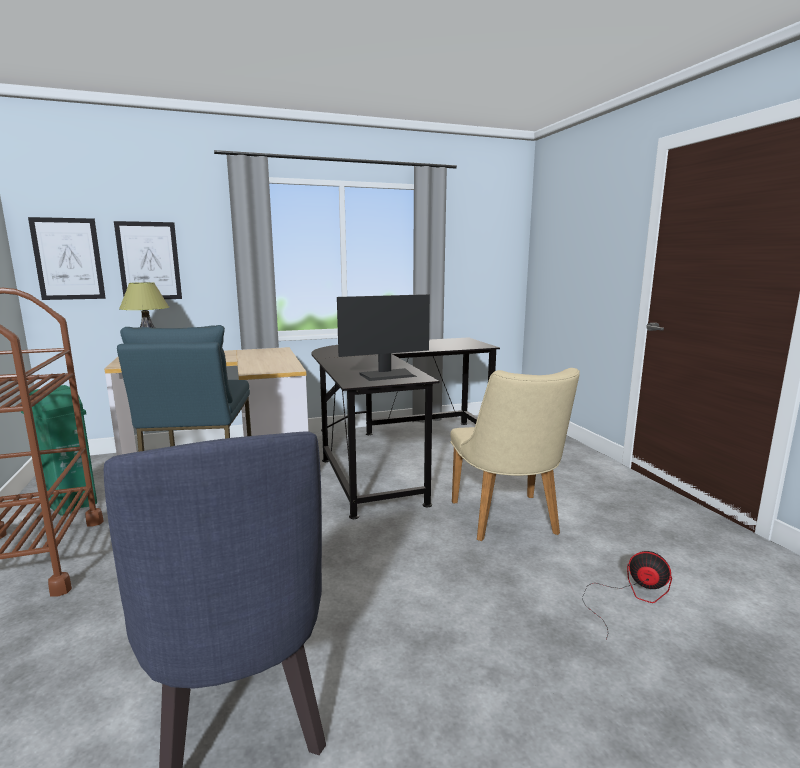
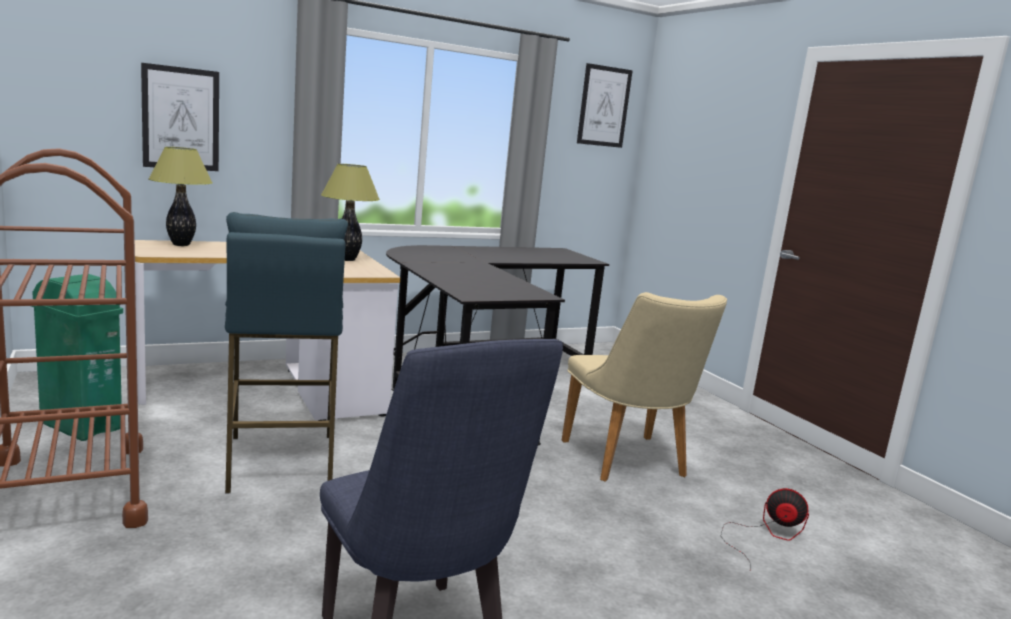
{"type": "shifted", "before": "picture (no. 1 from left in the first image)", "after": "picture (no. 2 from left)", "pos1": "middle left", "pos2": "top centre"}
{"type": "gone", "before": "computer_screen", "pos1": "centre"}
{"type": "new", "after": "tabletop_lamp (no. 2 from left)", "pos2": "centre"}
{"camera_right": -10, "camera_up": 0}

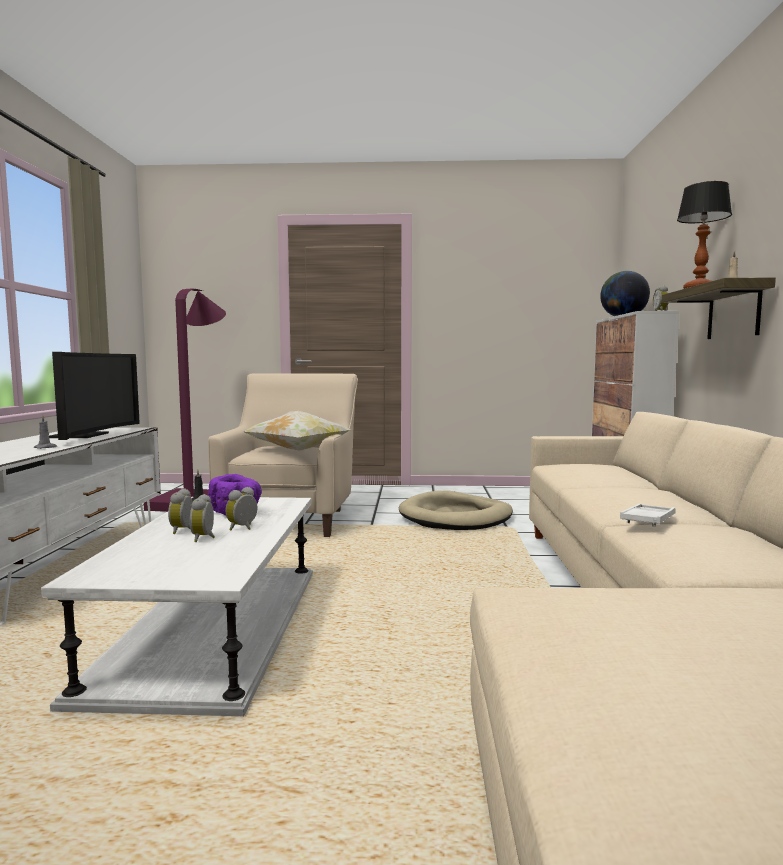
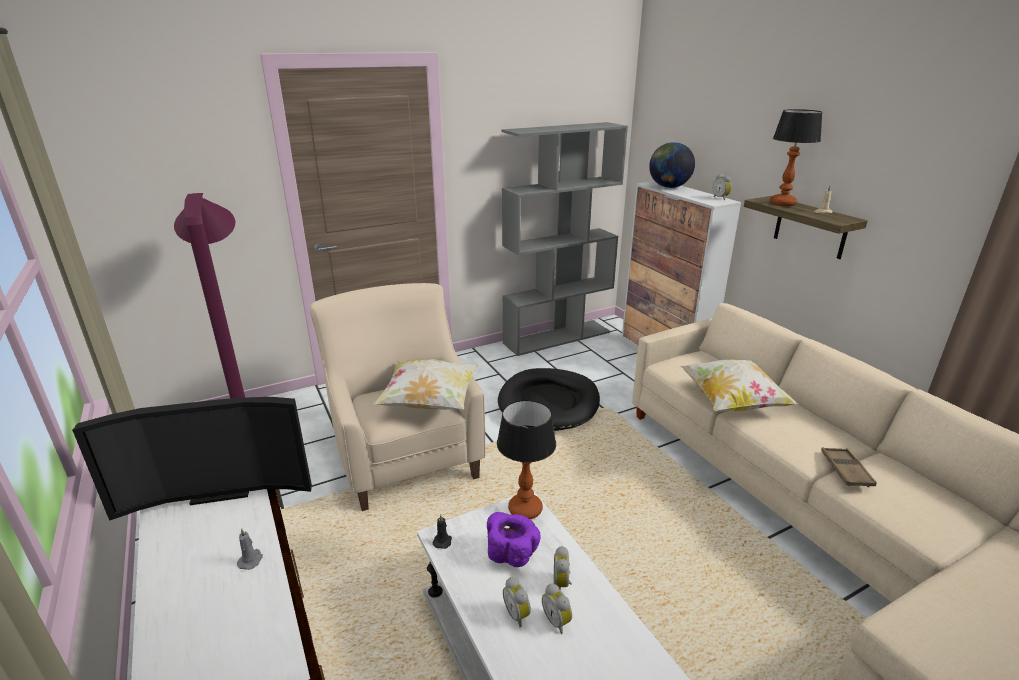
{"type": "rotated", "before": "television", "pos1": "middle left", "pos2": "bottom left", "turn": 105}
{"type": "repainted", "before": "beige-coloured_pet_bed", "after": "black_pet_bed", "pos1": "centre", "pos2": "centre"}
{"type": "repainted", "before": "white-coloured_serving_tray", "after": "brownish_serving_tray", "pos1": "middle right", "pos2": "bottom right"}
{"type": "new", "after": "tabletop_lamp (no. 1 from left)", "pos2": "bottom centre"}
{"type": "new", "after": "gray_bookshelf", "pos2": "centre"}
{"type": "new", "after": "throw_pillow (no. 2 from left)", "pos2": "middle right"}
{"camera_right": -30, "camera_up": 20}

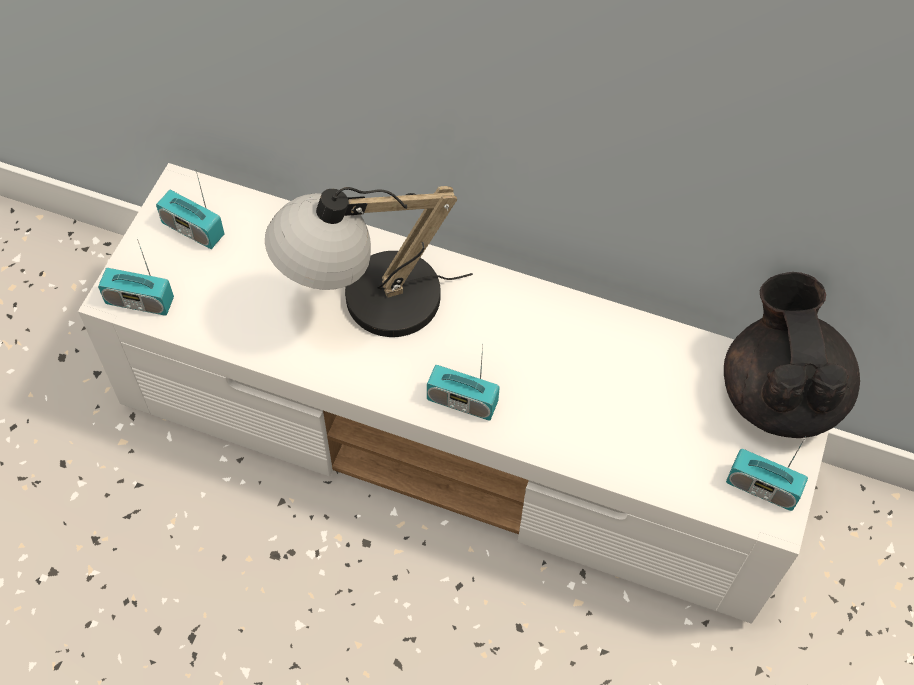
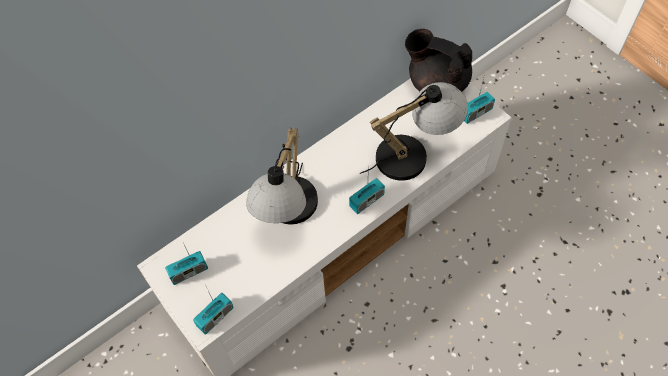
{"type": "new", "after": "tabletop_lamp (no. 2 from left)", "pos2": "centre"}
{"camera_right": -55, "camera_up": 0}

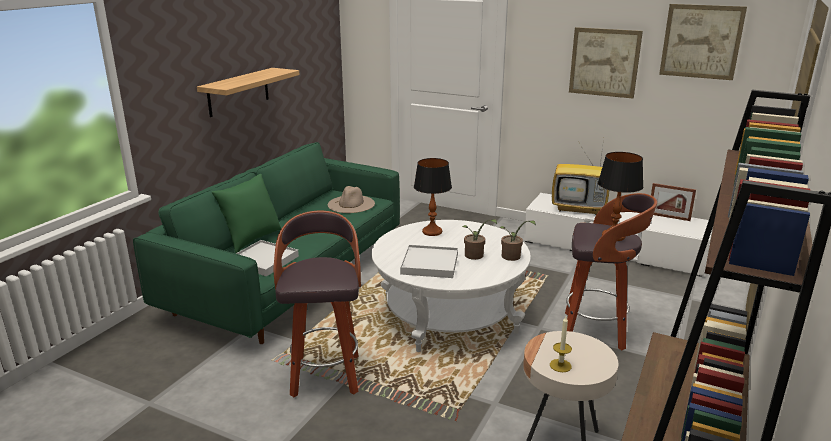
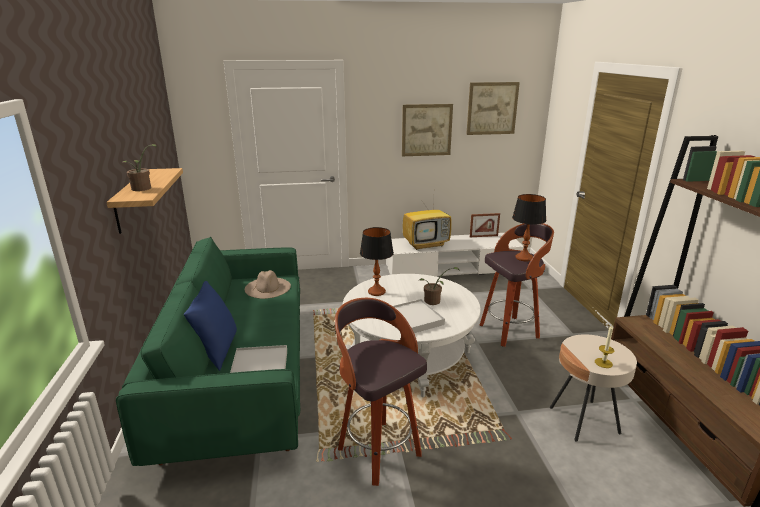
{"type": "repainted", "before": "greenish_throw_pillow", "after": "bluish_throw_pillow", "pos1": "middle left", "pos2": "middle left"}
{"type": "shifted", "before": "potted_plant (no. 2 from left in the first image)", "after": "potted_plant (no. 1 from left)", "pos1": "centre", "pos2": "top left"}
{"camera_right": -35, "camera_up": 0}

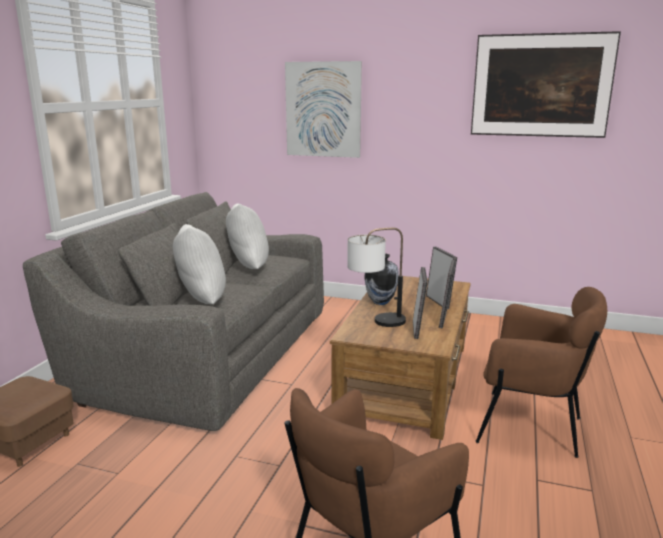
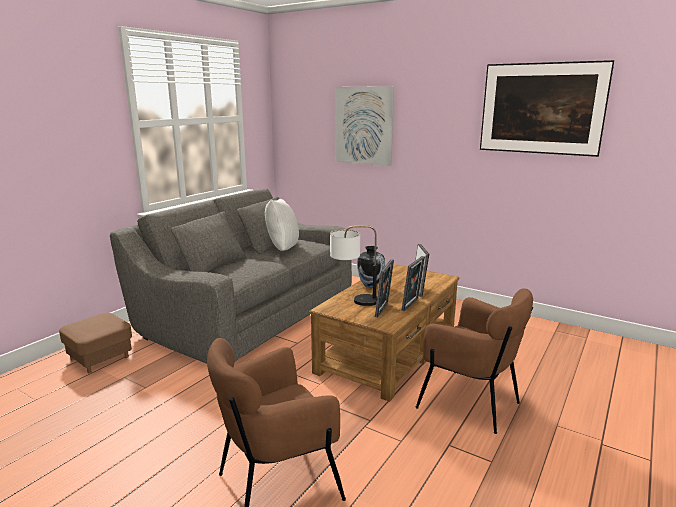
{"type": "gone", "before": "white-coloured_throw_pillow (no. 1 from left)", "pos1": "middle left"}
{"camera_right": 15, "camera_up": 0}

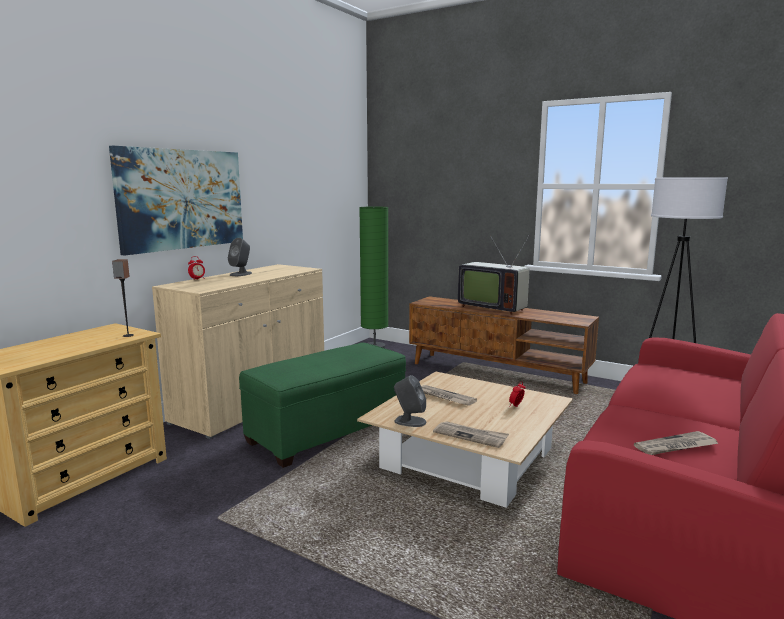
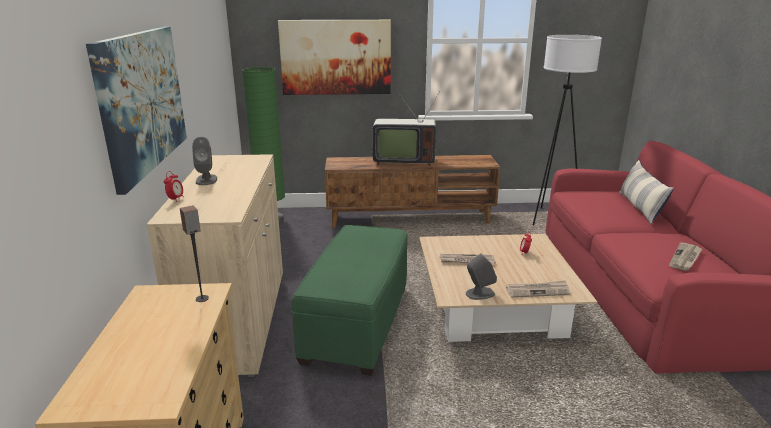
{"type": "new", "after": "picture (no. 2 from left)", "pos2": "top centre"}
{"type": "new", "after": "throw_pillow", "pos2": "middle right"}
{"camera_right": -35, "camera_up": 10}

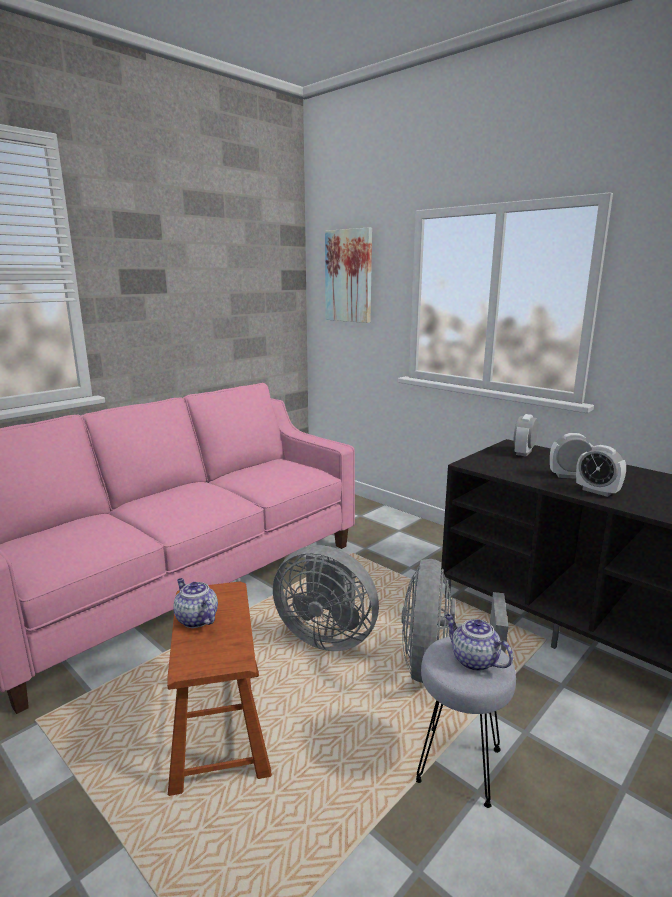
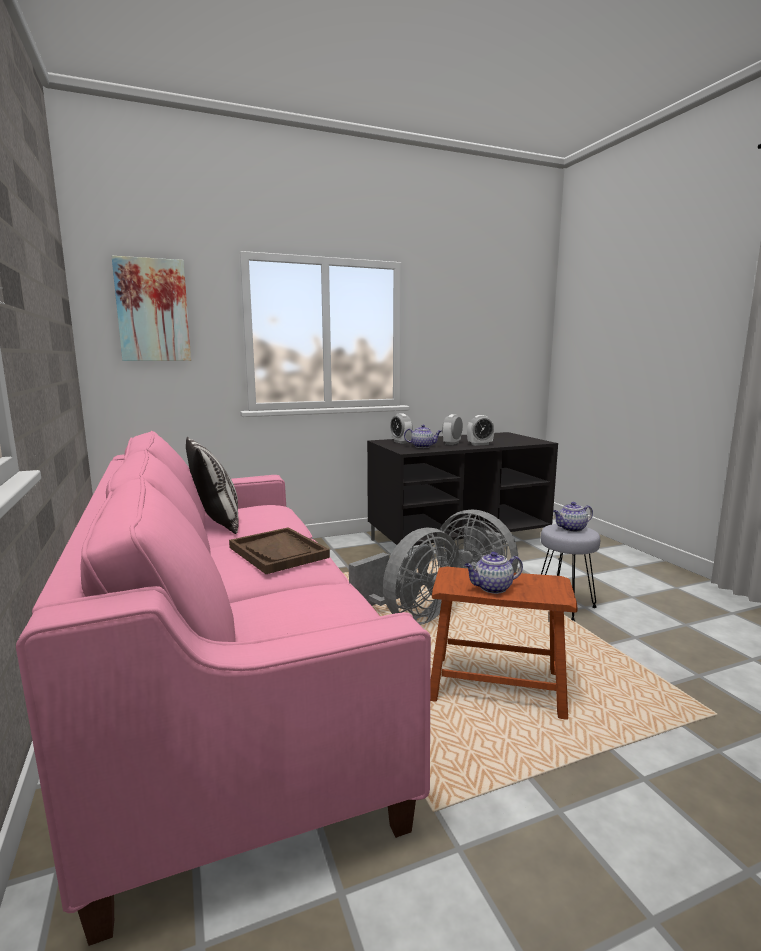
{"type": "new", "after": "throw_pillow", "pos2": "middle left"}
{"type": "new", "after": "brownish_serving_tray", "pos2": "centre"}
{"type": "new", "after": "teapot (no. 1 from left)", "pos2": "centre"}
{"camera_right": -65, "camera_up": -5}

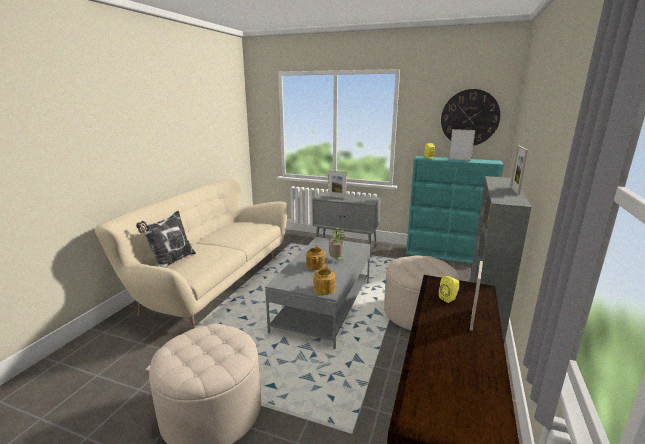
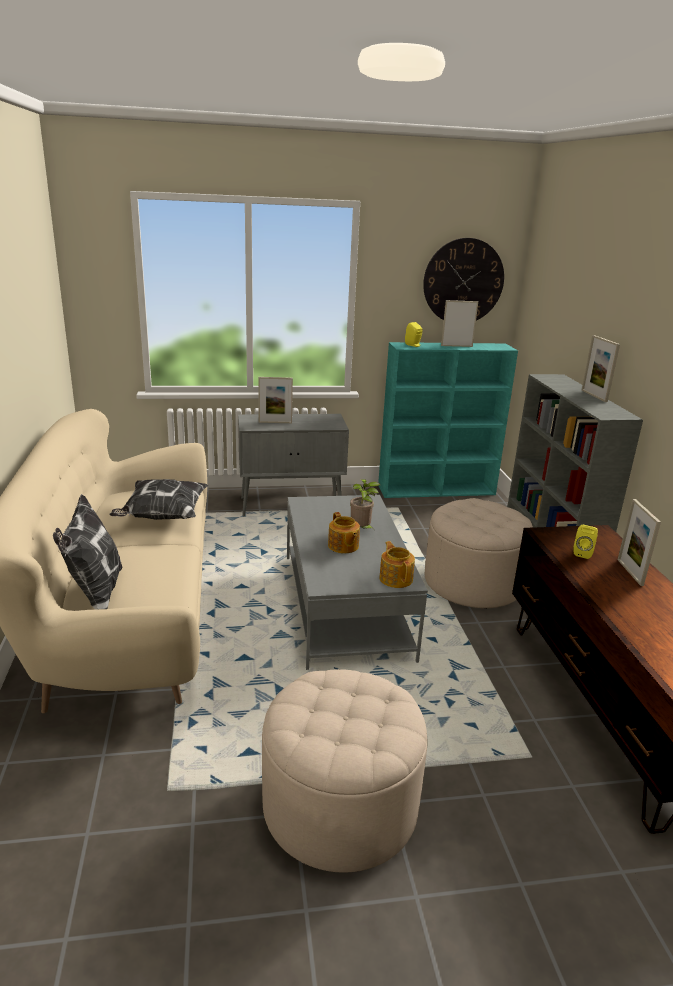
{"type": "new", "after": "throw_pillow (no. 2 from left)", "pos2": "middle left"}
{"camera_right": -30, "camera_up": 5}

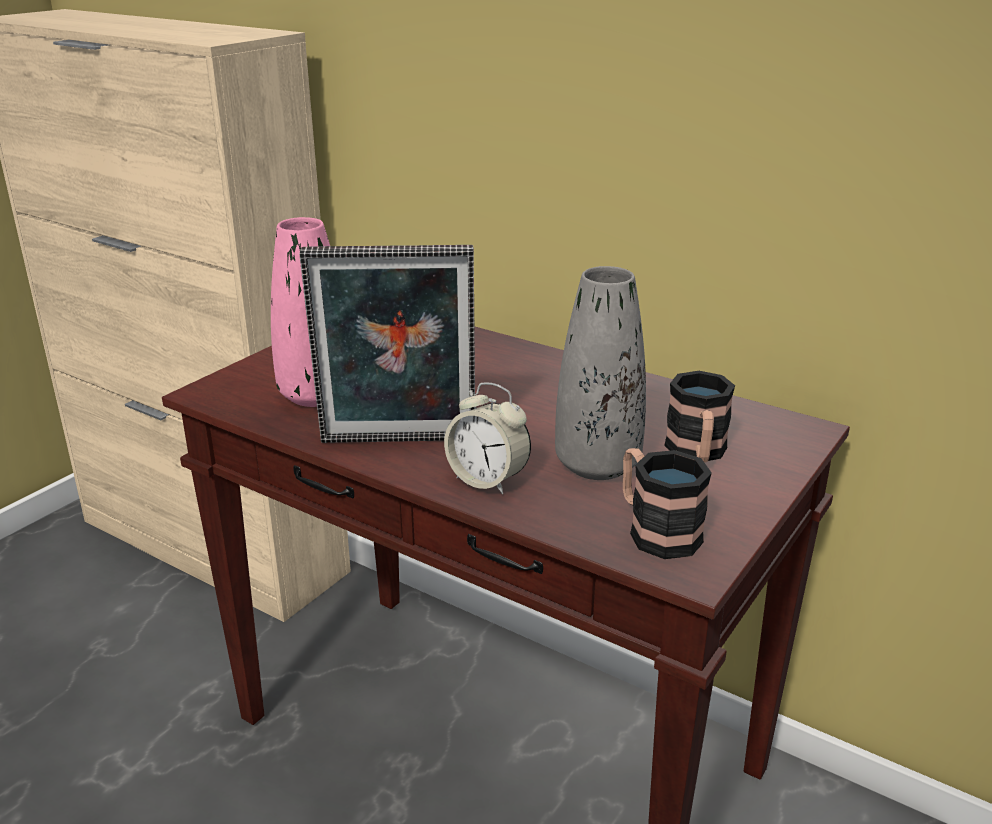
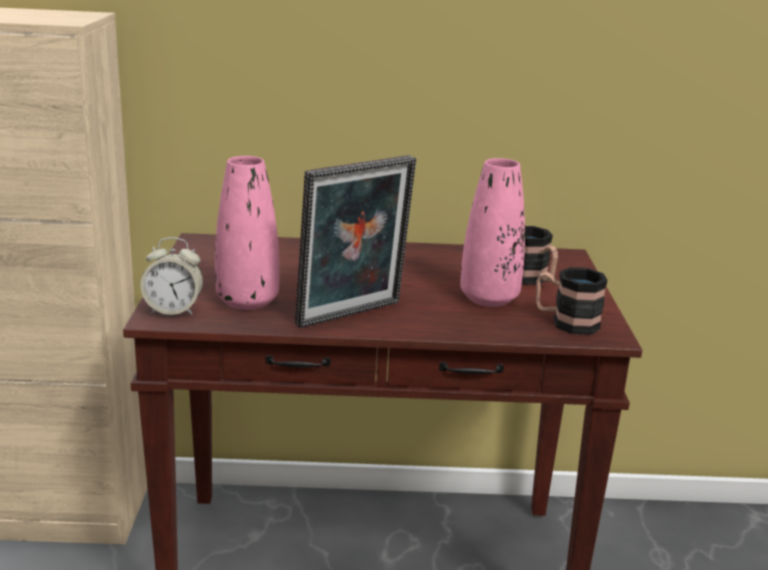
{"type": "shifted", "before": "bedside_clock", "pos1": "centre", "pos2": "middle left"}
{"type": "repainted", "before": "gray_decorative_vase", "after": "pink-coloured_decorative_vase (no. 2 from left)", "pos1": "centre", "pos2": "centre"}
{"camera_right": -35, "camera_up": -5}

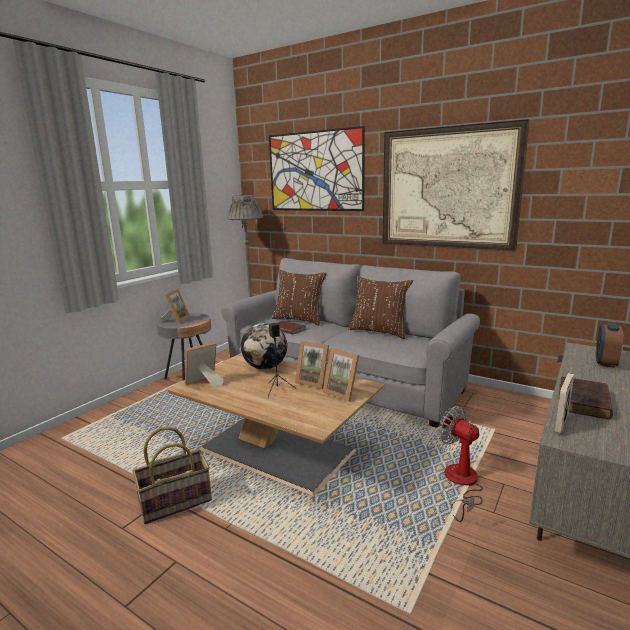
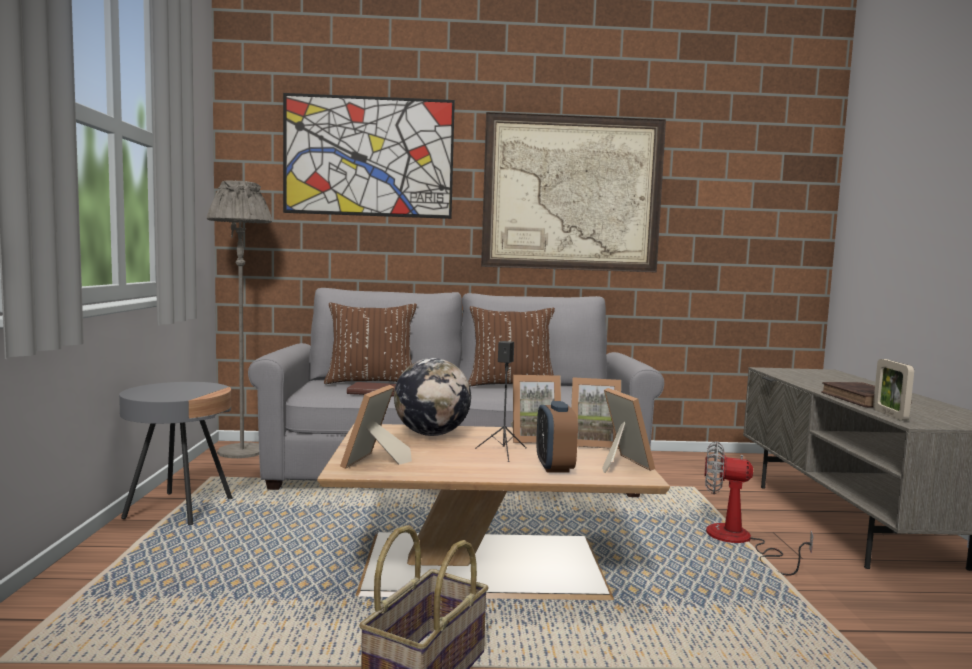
{"type": "shifted", "before": "standing_frame (no. 1 from left in the first image)", "after": "standing_frame (no. 4 from left)", "pos1": "middle left", "pos2": "centre"}
{"type": "shifted", "before": "bedside_clock", "pos1": "middle right", "pos2": "centre"}
{"camera_right": -35, "camera_up": -10}

